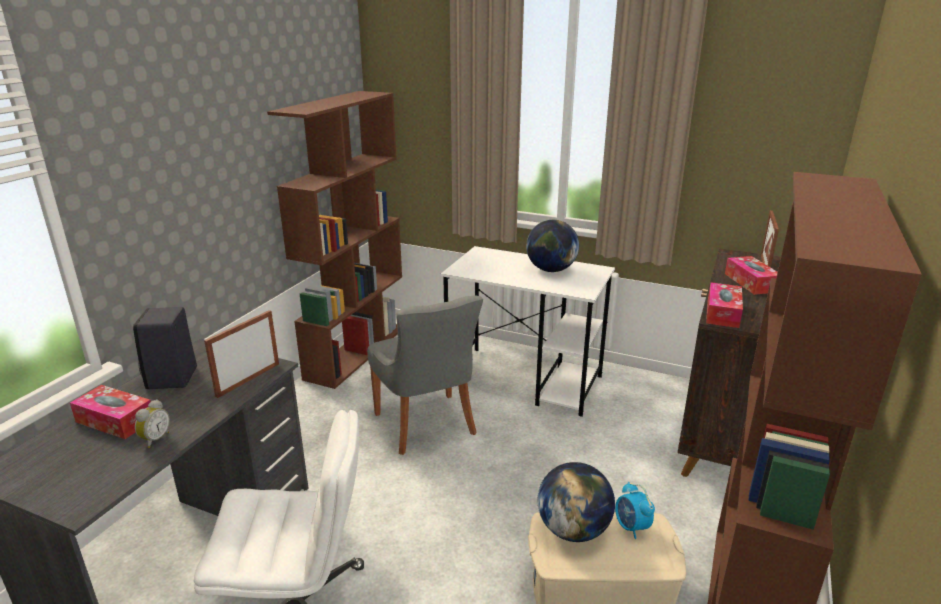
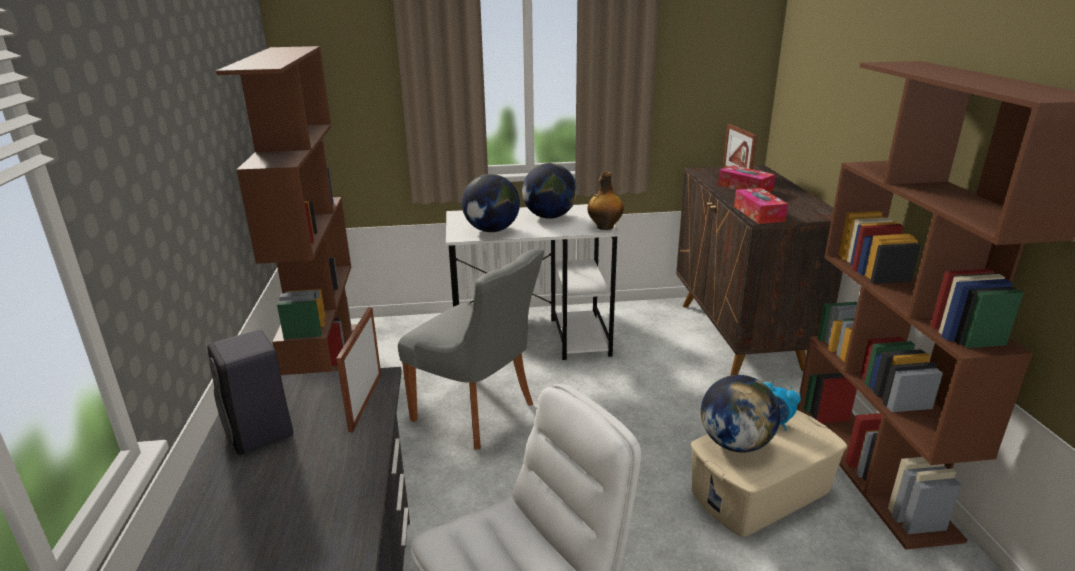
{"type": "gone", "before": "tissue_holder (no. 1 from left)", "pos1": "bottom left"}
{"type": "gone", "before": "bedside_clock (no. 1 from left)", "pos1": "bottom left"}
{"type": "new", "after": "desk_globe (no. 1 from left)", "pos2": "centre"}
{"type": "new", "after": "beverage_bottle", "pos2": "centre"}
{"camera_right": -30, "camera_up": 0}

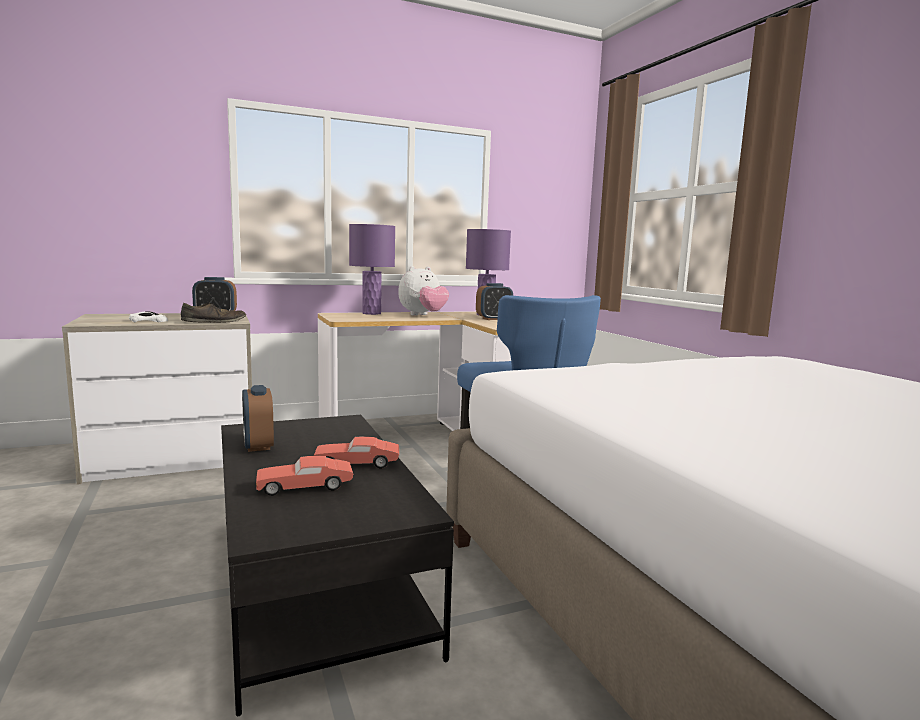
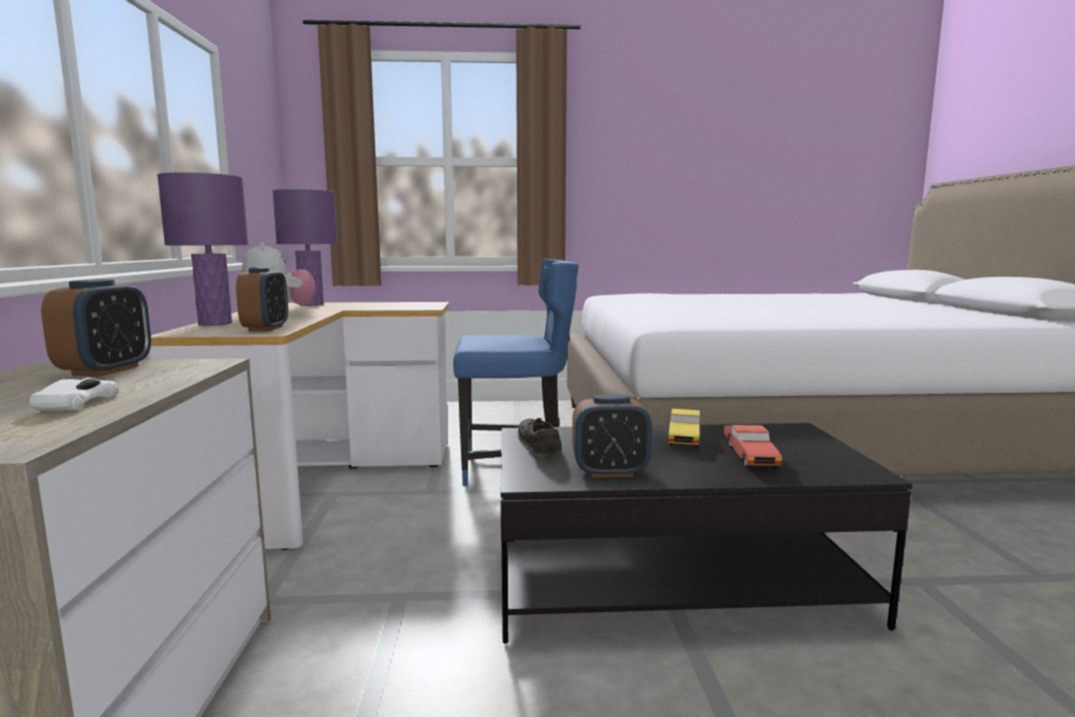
{"type": "shifted", "before": "brownish_shoe", "pos1": "middle left", "pos2": "centre"}
{"type": "repainted", "before": "reddish_toy_car (no. 2 from left)", "after": "yellow-coloured_toy_car", "pos1": "centre", "pos2": "centre"}
{"type": "shifted", "before": "bedside_clock (no. 3 from left in the first image)", "after": "bedside_clock (no. 2 from left)", "pos1": "centre", "pos2": "middle left"}
{"camera_right": -70, "camera_up": 0}

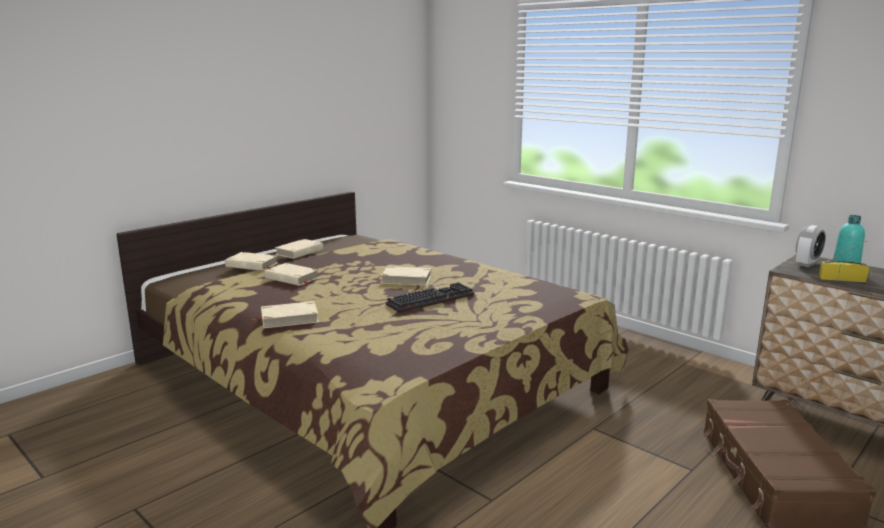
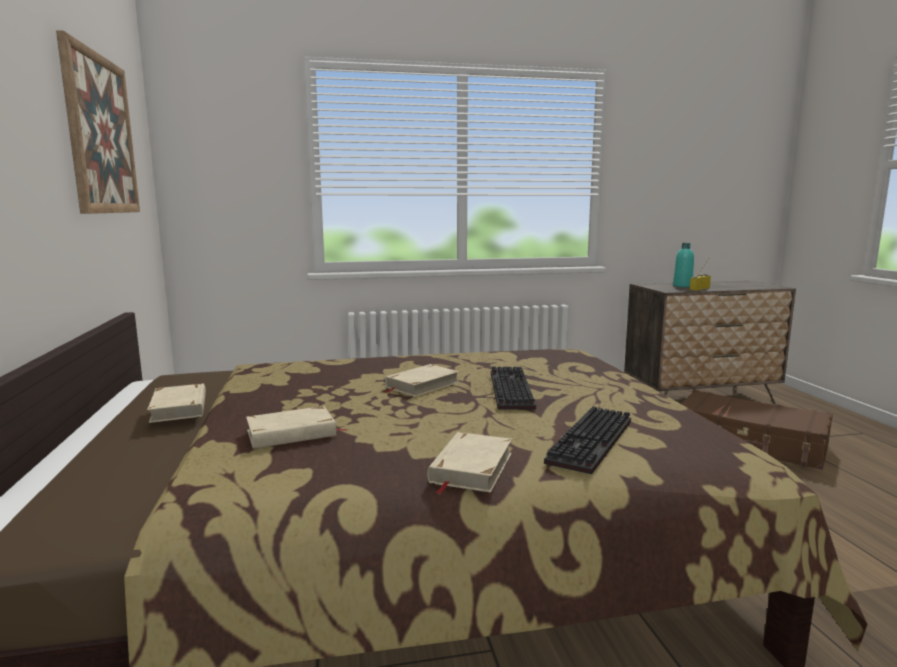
{"type": "gone", "before": "beige-coloured_bound_book (no. 1 from left)", "pos1": "middle left"}
{"type": "gone", "before": "bedside_clock", "pos1": "middle right"}
{"type": "new", "after": "picture", "pos2": "top left"}
{"type": "new", "after": "computer_keyboard (no. 2 from left)", "pos2": "centre"}
{"camera_right": -55, "camera_up": -5}

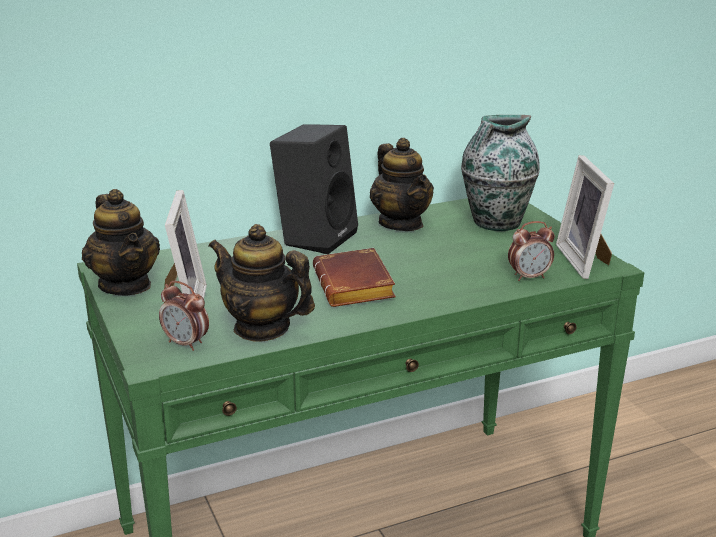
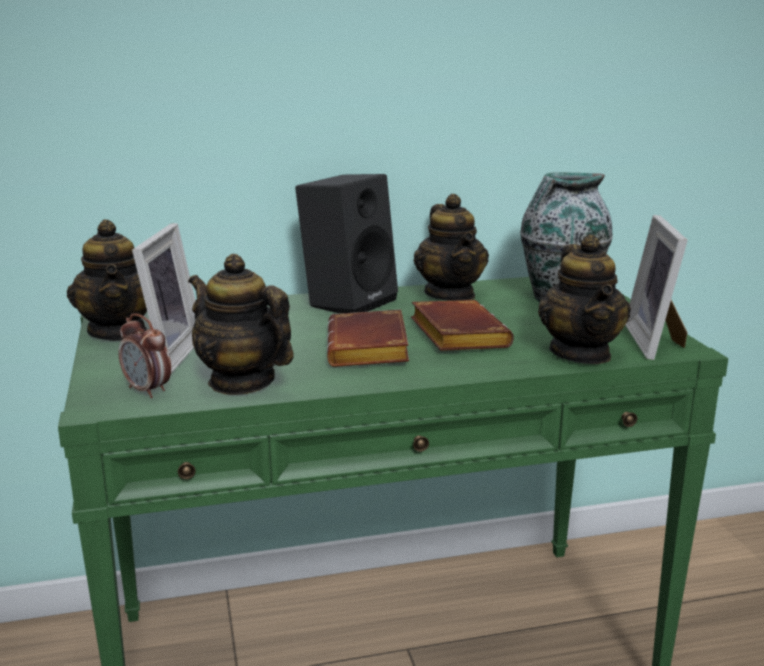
{"type": "swapped", "before": "bedside_clock (no. 2 from left)", "after": "teapot (no. 4 from left)", "pos1": "middle right", "pos2": "middle right"}
{"type": "new", "after": "brownish_bound_book (no. 2 from left)", "pos2": "centre"}
{"camera_right": 10, "camera_up": -5}

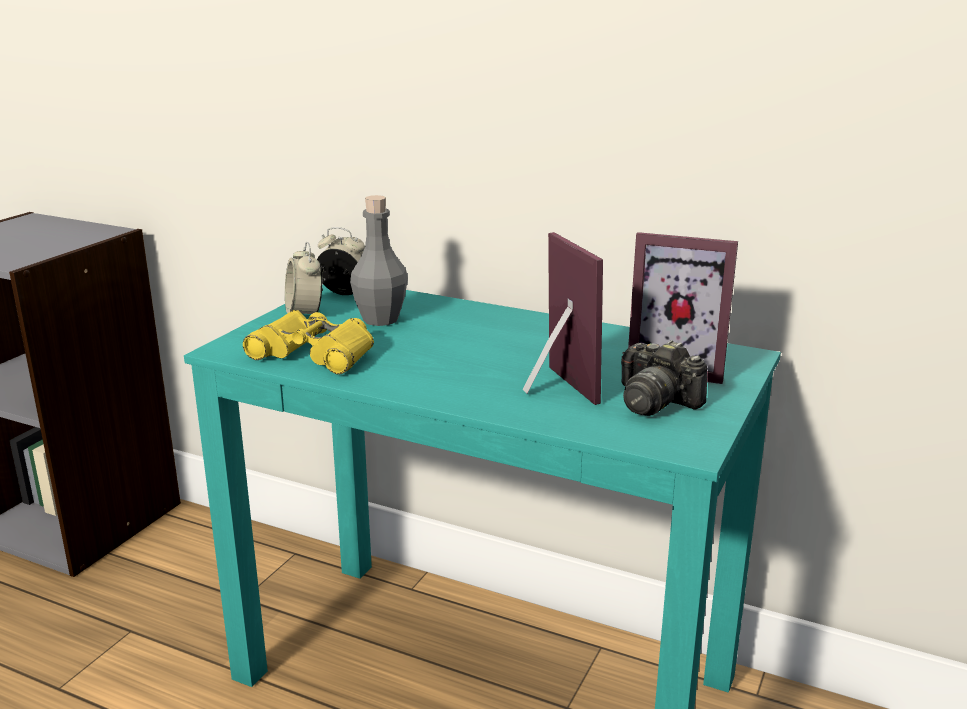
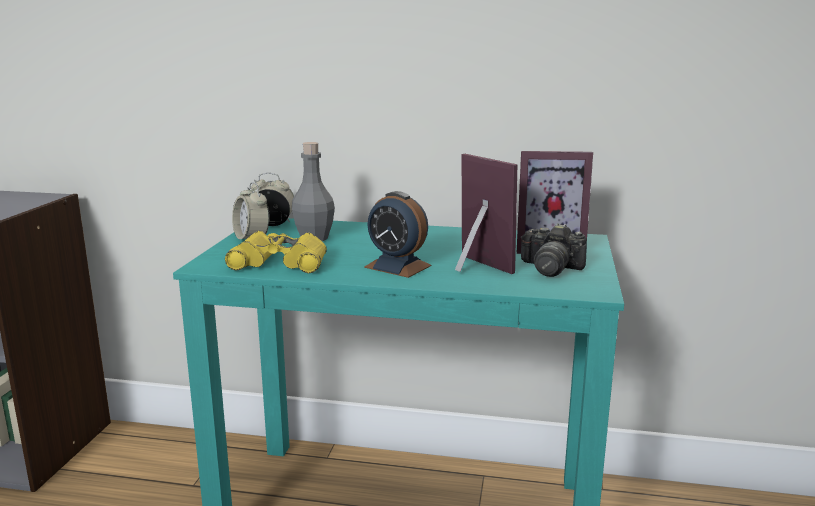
{"type": "new", "after": "bedside_clock (no. 3 from left)", "pos2": "centre"}
{"camera_right": -15, "camera_up": -5}

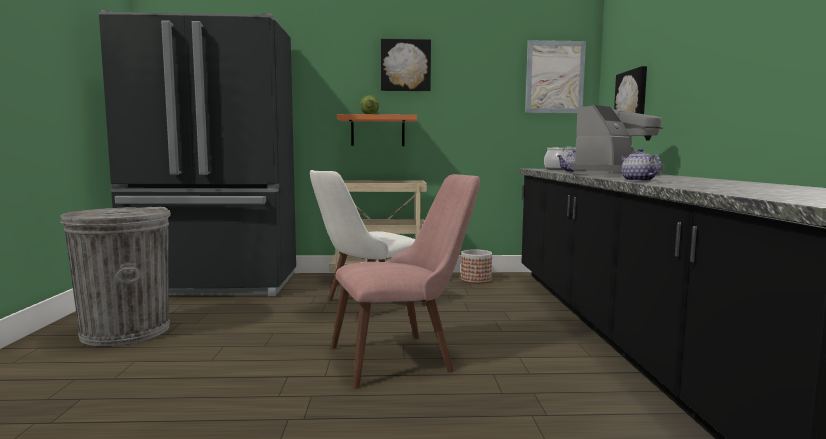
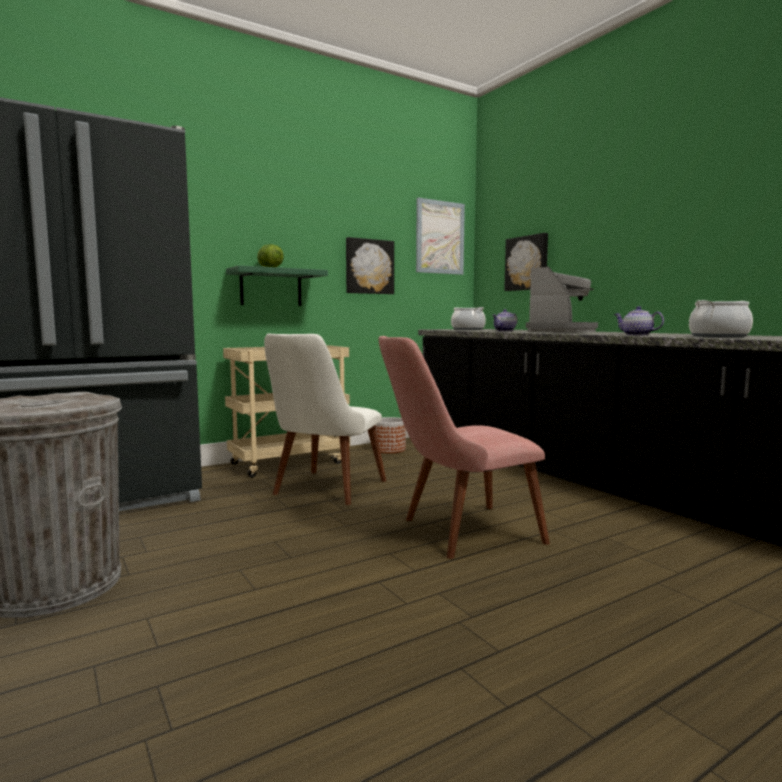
{"type": "rotated", "before": "pink-coloured_upright_chair", "pos1": "centre", "pos2": "centre", "turn": -150}
{"type": "repainted", "before": "orangey_shelf", "after": "greenish_shelf", "pos1": "top centre", "pos2": "centre"}
{"type": "shifted", "before": "picture (no. 1 from left)", "pos1": "top centre", "pos2": "centre"}
{"type": "new", "after": "saucepot (no. 2 from left)", "pos2": "middle right"}
{"camera_right": -30, "camera_up": 0}

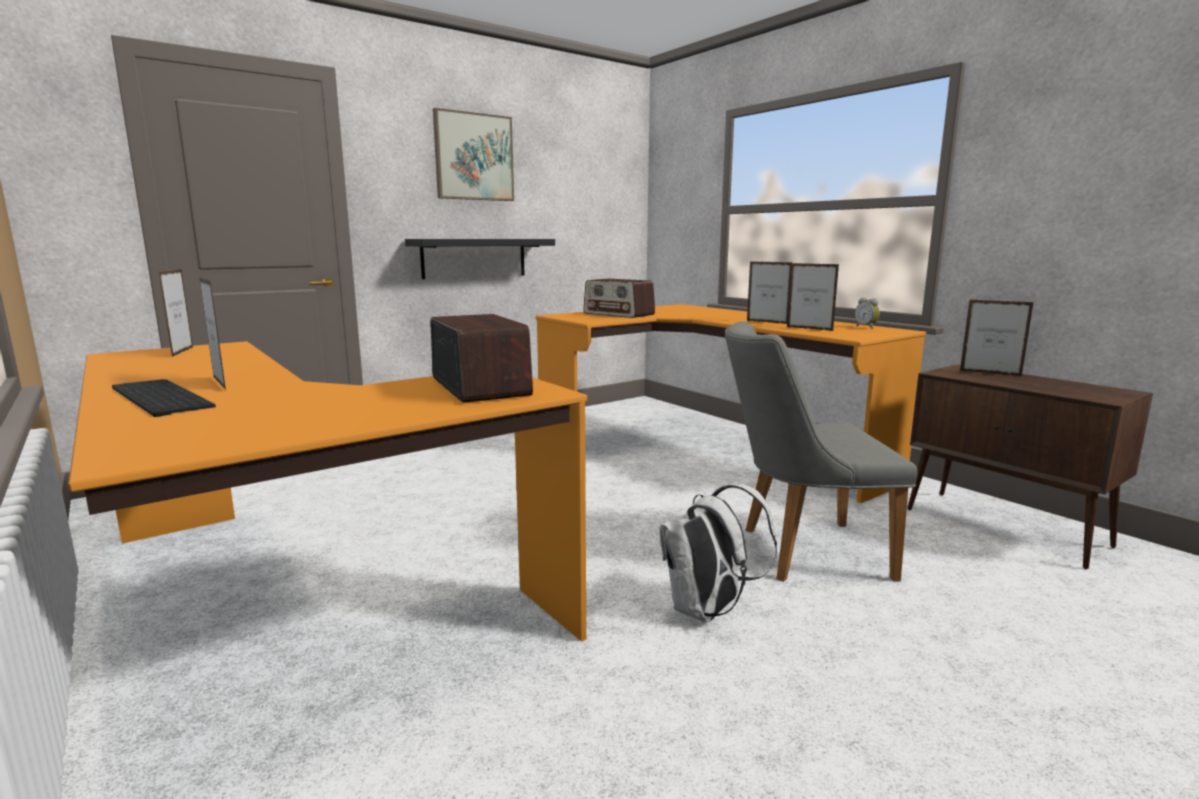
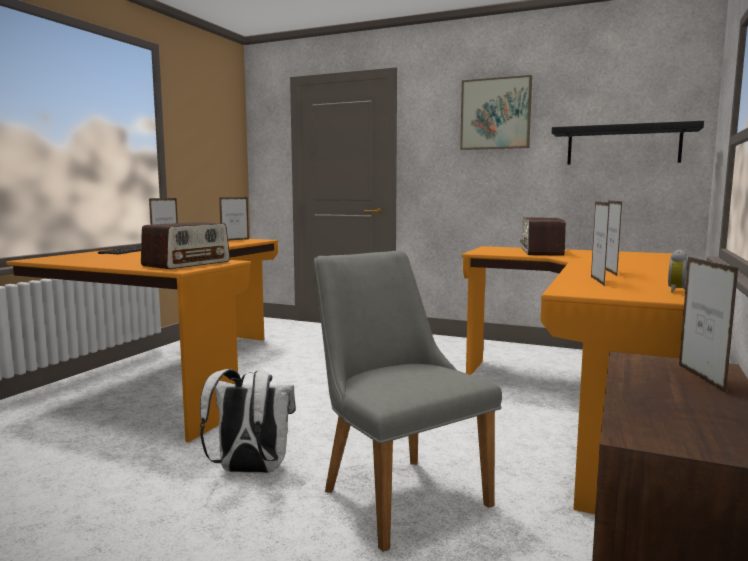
{"type": "shifted", "before": "black_shelf", "pos1": "top centre", "pos2": "top right"}
{"camera_right": 60, "camera_up": -5}

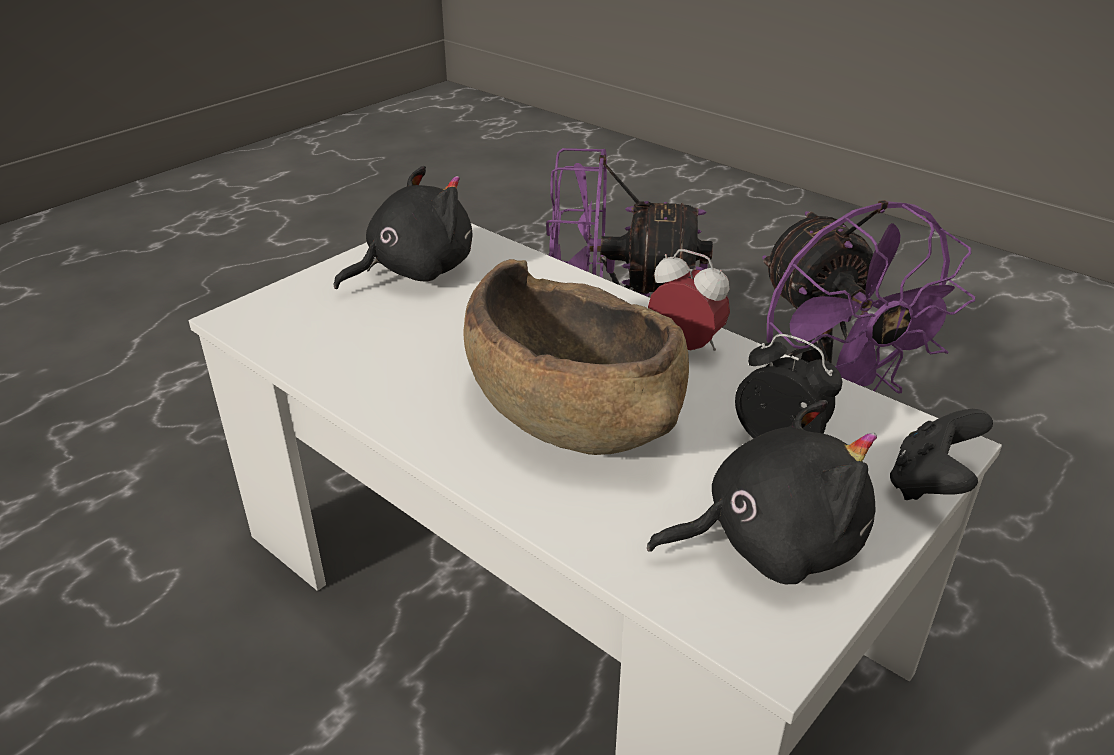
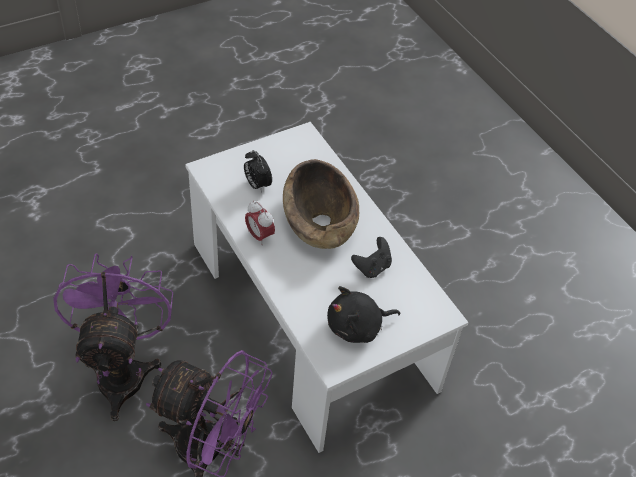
{"type": "gone", "before": "black_soft_toy (no. 2 from left)", "pos1": "middle right"}
{"type": "shifted", "before": "black_joypad", "pos1": "middle right", "pos2": "centre"}
{"camera_right": -165, "camera_up": 15}

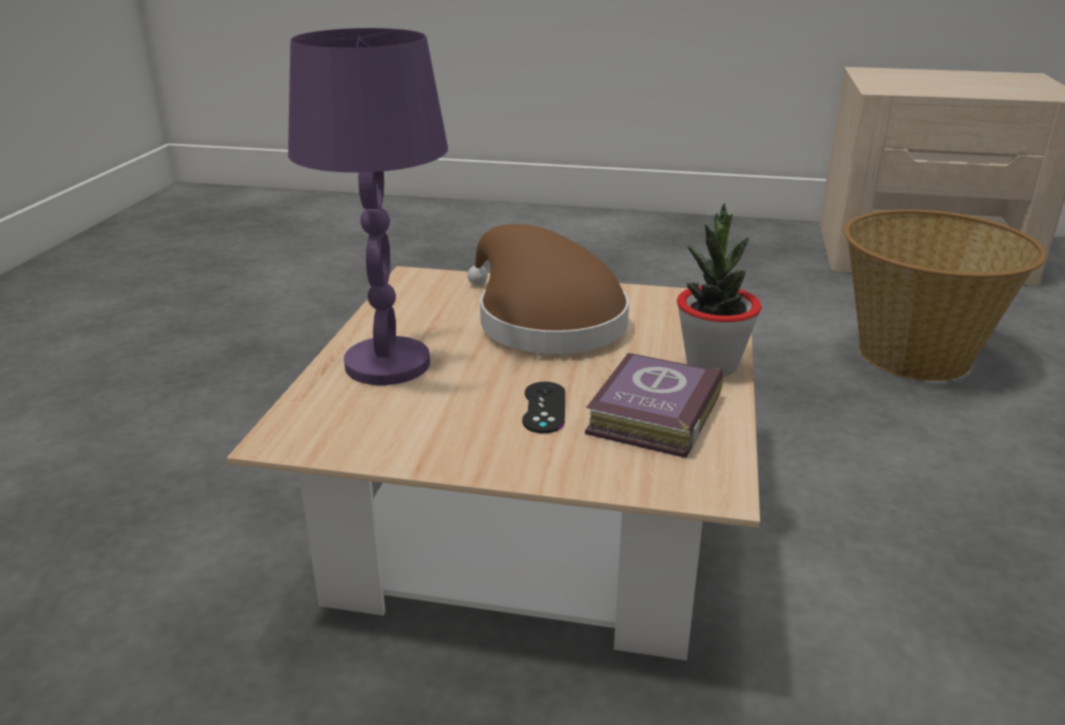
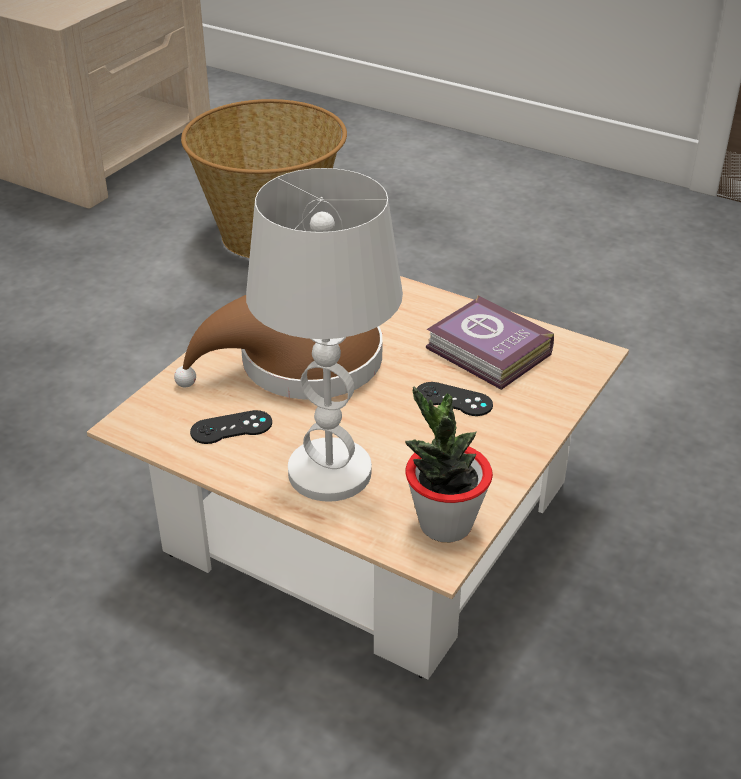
{"type": "repainted", "before": "purplish_tabletop_lamp", "after": "white-coloured_tabletop_lamp", "pos1": "top centre", "pos2": "centre"}
{"type": "shifted", "before": "potted_plant", "pos1": "middle right", "pos2": "centre"}
{"type": "new", "after": "black_joypad (no. 1 from left)", "pos2": "middle left"}
{"camera_right": -70, "camera_up": 10}

